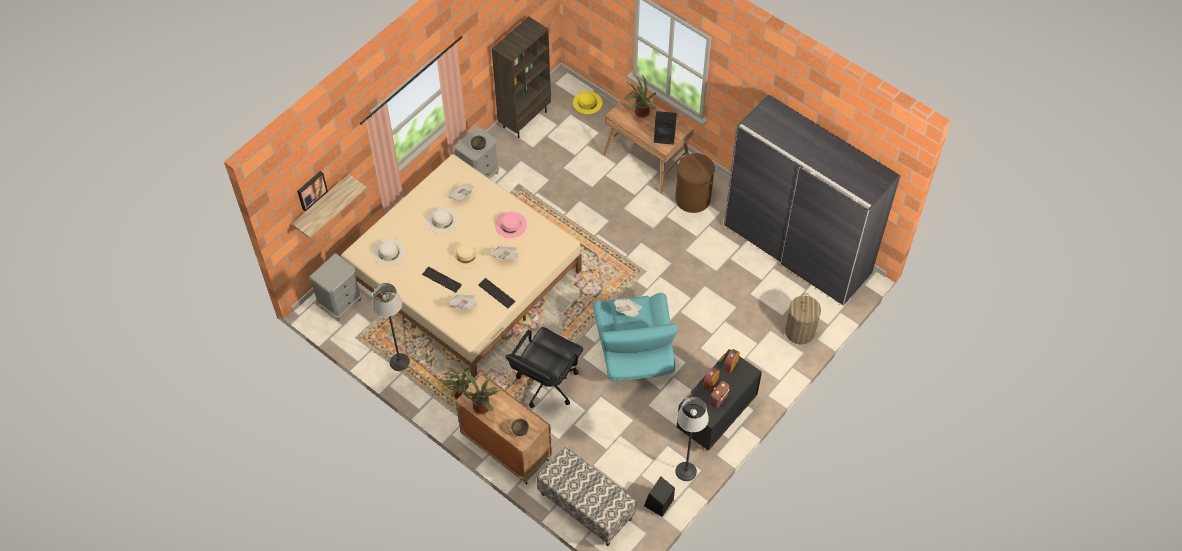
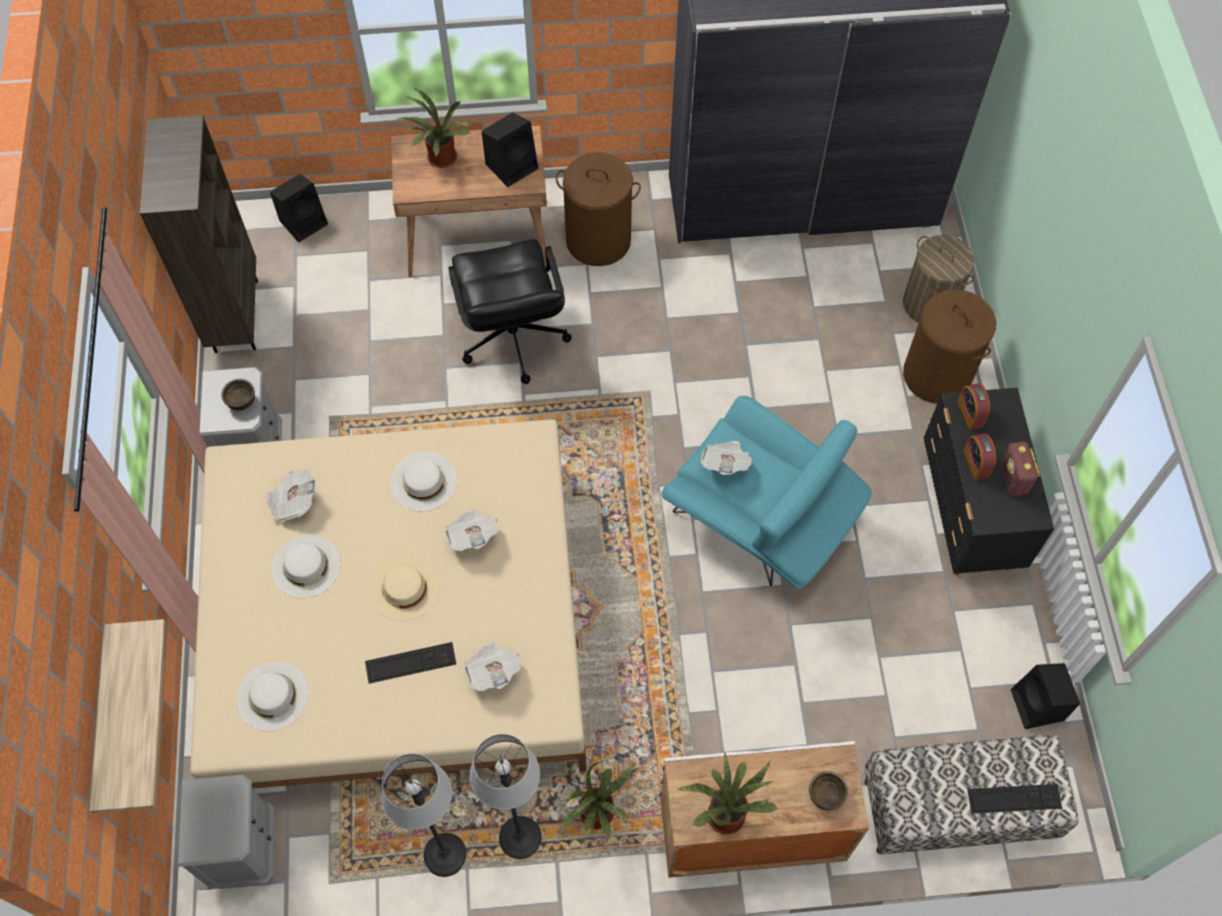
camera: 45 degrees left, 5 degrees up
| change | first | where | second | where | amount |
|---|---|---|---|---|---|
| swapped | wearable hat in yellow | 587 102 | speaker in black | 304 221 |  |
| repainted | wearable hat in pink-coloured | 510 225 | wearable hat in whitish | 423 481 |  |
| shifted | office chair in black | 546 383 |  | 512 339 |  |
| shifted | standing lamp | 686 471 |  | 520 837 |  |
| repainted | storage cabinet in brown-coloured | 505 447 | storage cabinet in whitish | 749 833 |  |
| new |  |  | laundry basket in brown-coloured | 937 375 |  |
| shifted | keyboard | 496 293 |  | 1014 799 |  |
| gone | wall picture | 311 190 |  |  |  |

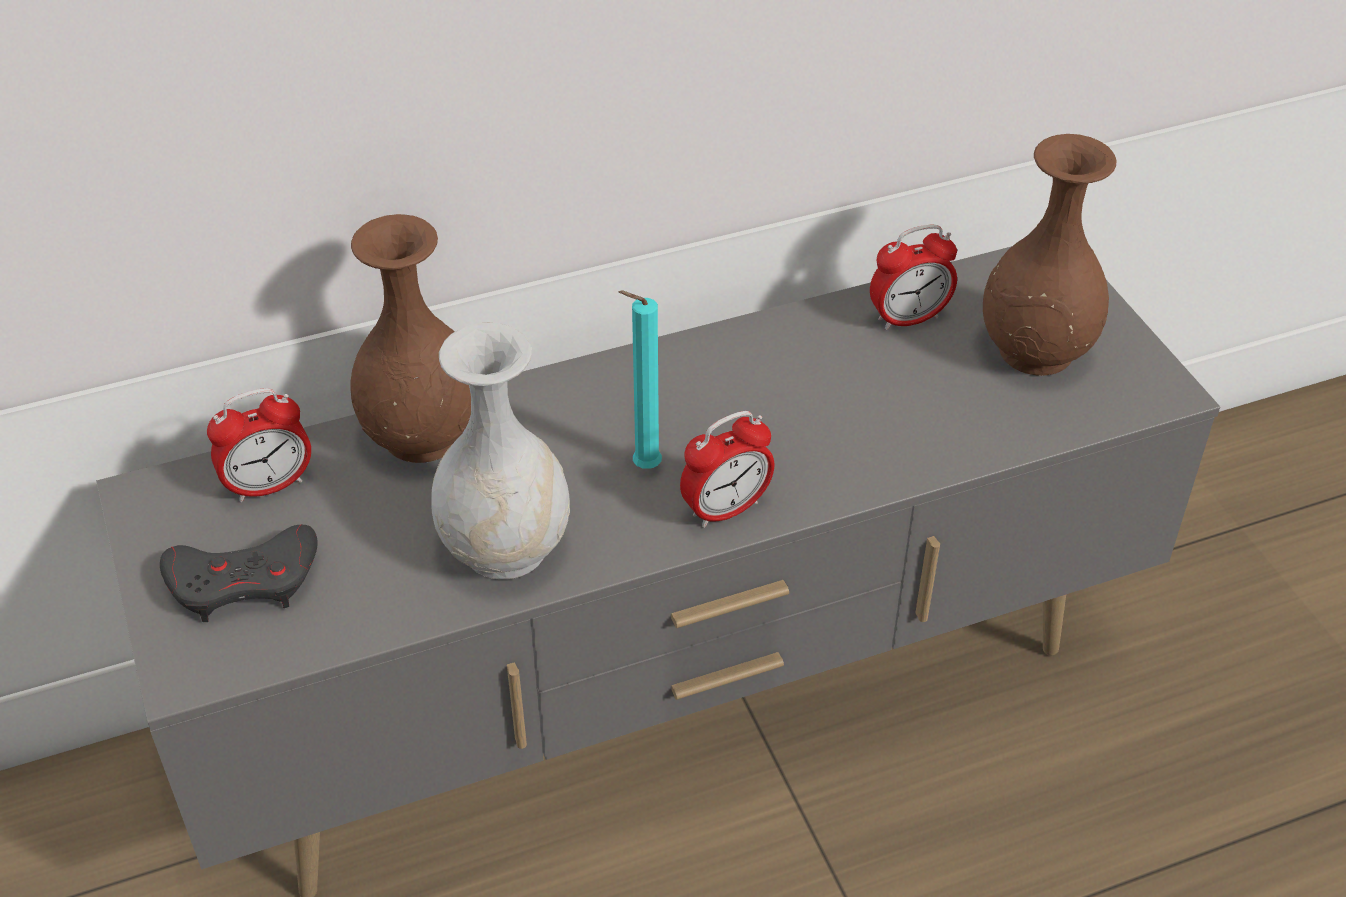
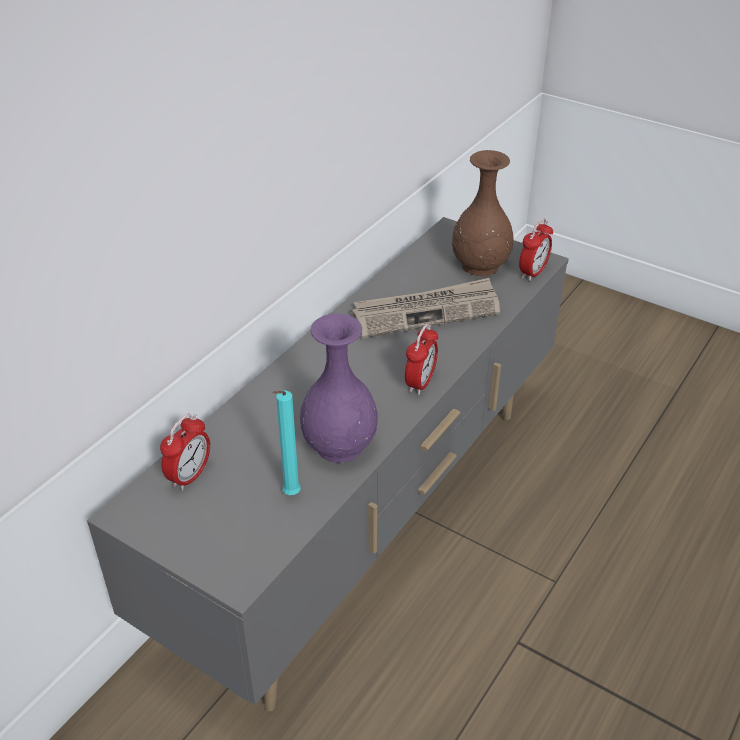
camera: 35 degrees left, 5 degrees down
| change | first | where | second | where | amount |
|---|---|---|---|---|---|
| shifted | wax light in turquoise | 642 468 |  | 289 495 |  |
| repainted | vase in whitish | 507 548 | vase in purple-coloured | 340 446 |  |
| new |  |  | printed paper | 426 312 |  |
| shifted | bedside clock | 908 319 |  | 533 272 |  |
| gone | joypad in greyish | 244 581 |  |  |  |
| gone | vase in brown-coloured | 424 436 |  |  |  |

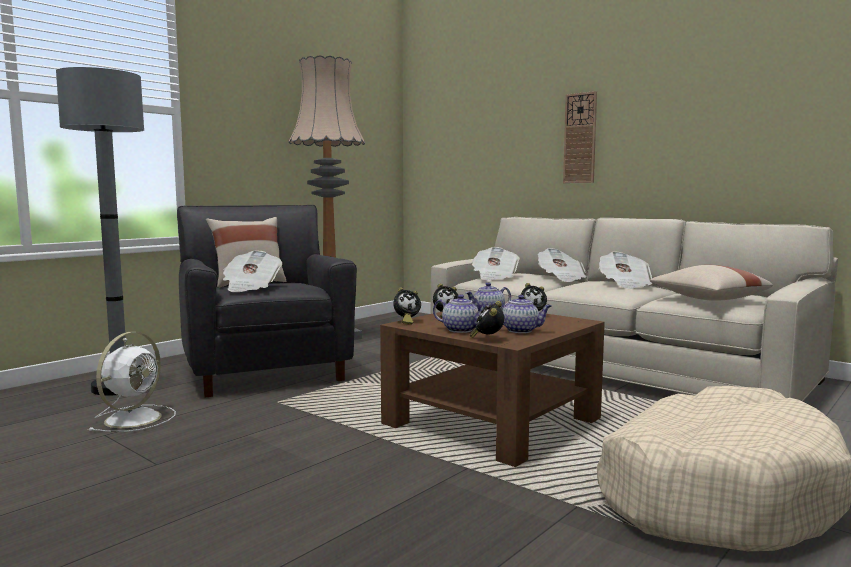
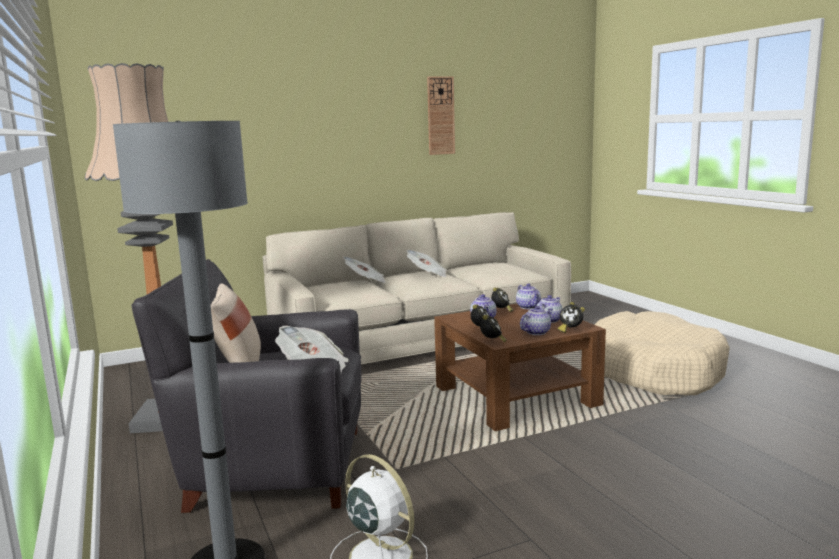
camera: 65 degrees left, 5 degrees up
| change | first | where | second | where | amount |
|---|---|---|---|---|---|
| shifted | hanging clock | 580 138 |  | 440 115 |  |
| new |  |  | tea pot | 529 307 |  |
| gone | printed paper | 494 277 |  |  |  |
| gone | cushion in beige | 708 299 |  |  |  |

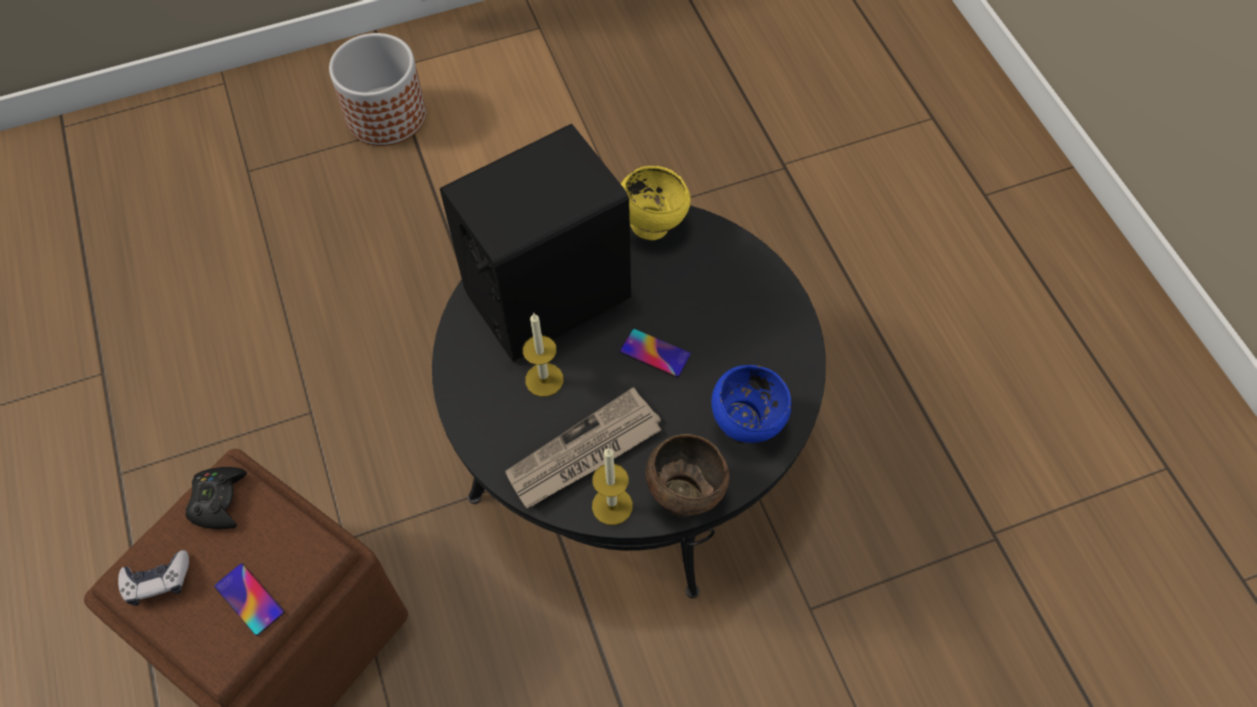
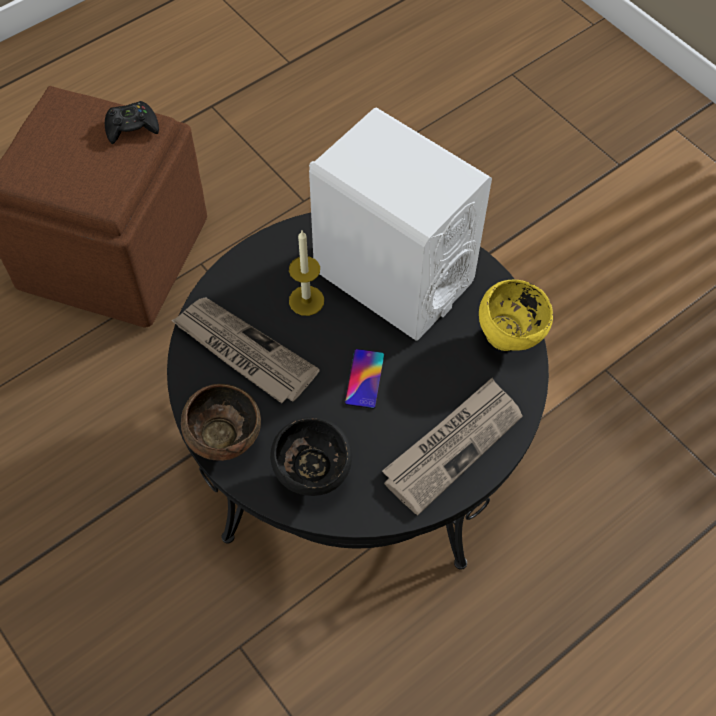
camera: 70 degrees right, 0 degrees up
| change | first | where | second | where | amount |
|---|---|---|---|---|---|
| repainted | bowl in bluish | 746 424 | bowl in black | 314 475 |  |
| repainted | speaker in black | 546 297 | speaker in whitish | 393 277 |  |
| new |  |  | printed paper | 452 446 |  |
| gone | joypad | 157 581 |  |  |  |
| gone | phone | 249 599 |  |  |  |
| gone | plant pot | 387 116 |  |  |  |
| gone | wax light | 612 506 |  |  |  |

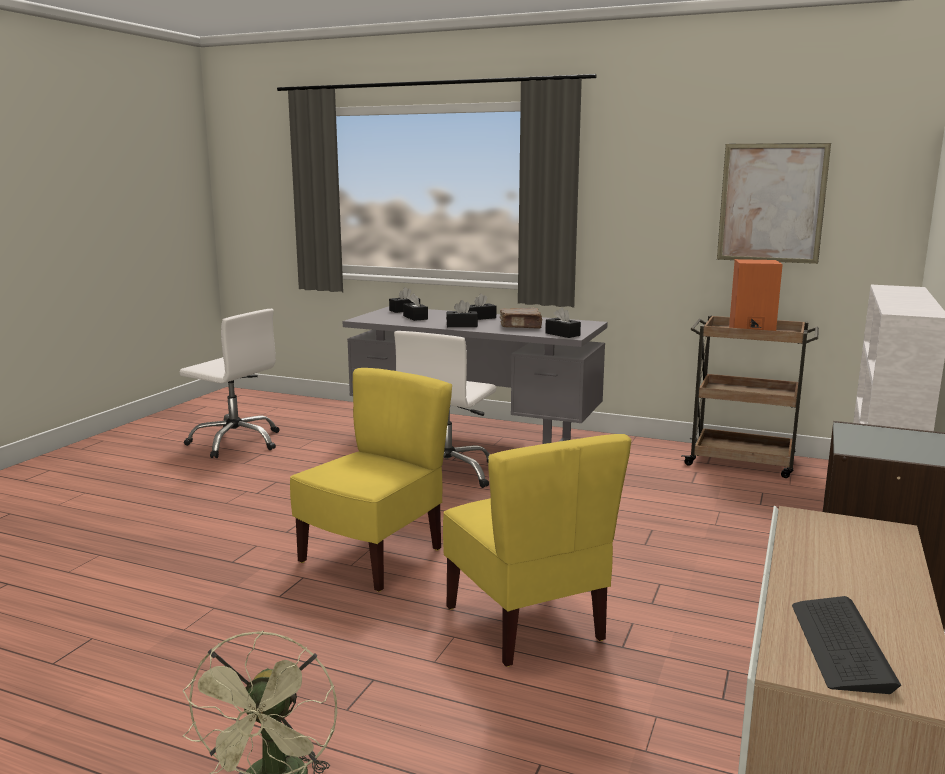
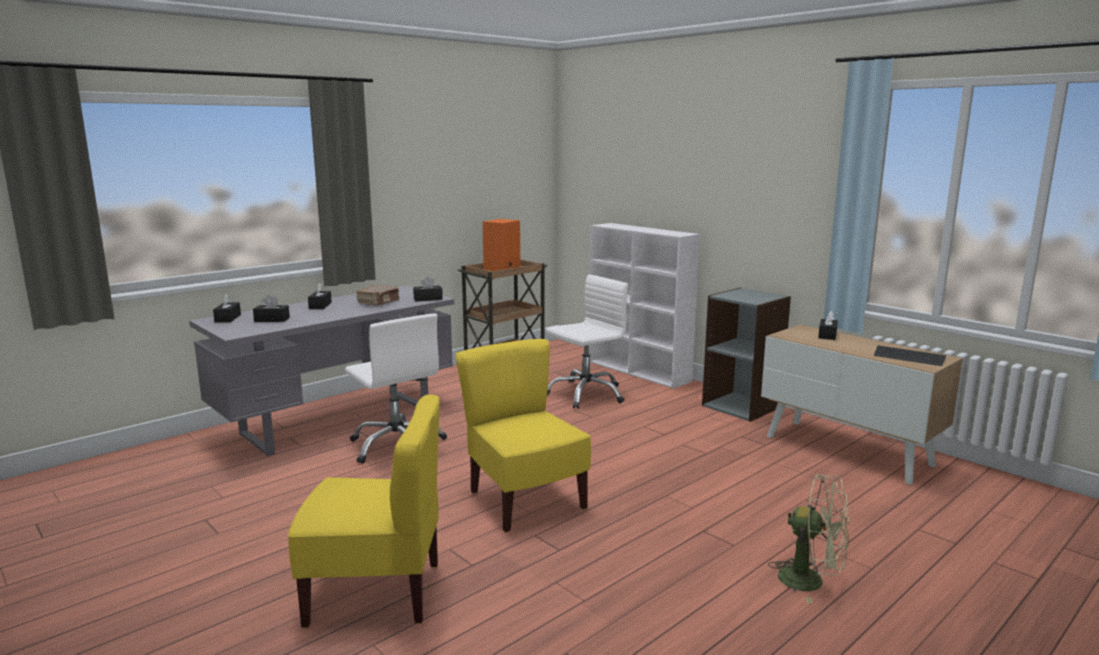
camera: 65 degrees left, 0 degrees up
| change | first | where | second | where | amount |
|---|---|---|---|---|---|
| shifted | upright chair in yellow | 527 623 |  | 376 592 |  |
| shifted | office chair in whitish | 236 442 |  | 585 394 |  |
| shifted | tissue box in black | 462 325 |  | 827 335 |  |
| gone | wall picture | 771 203 |  |  |  |

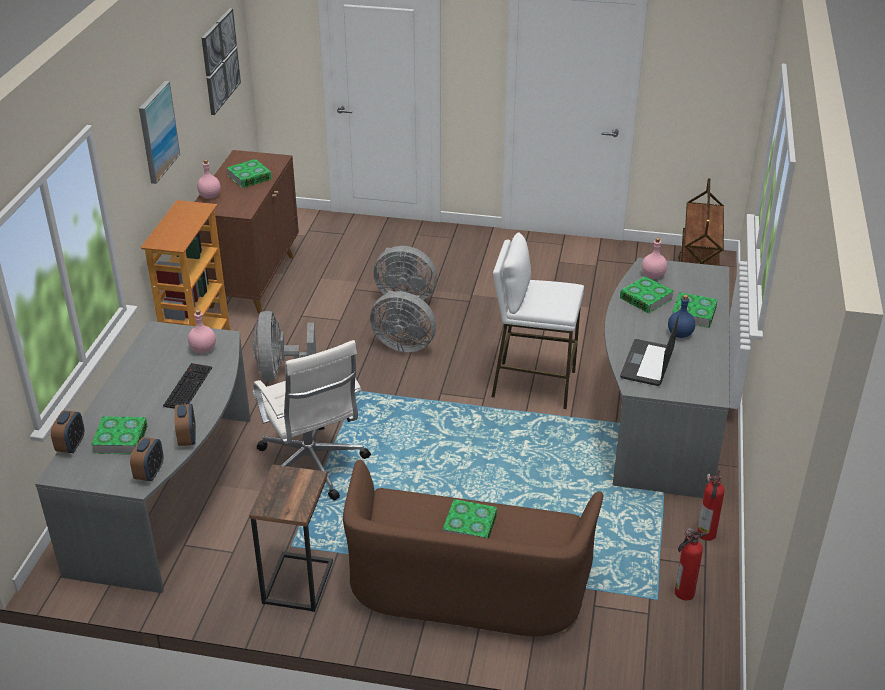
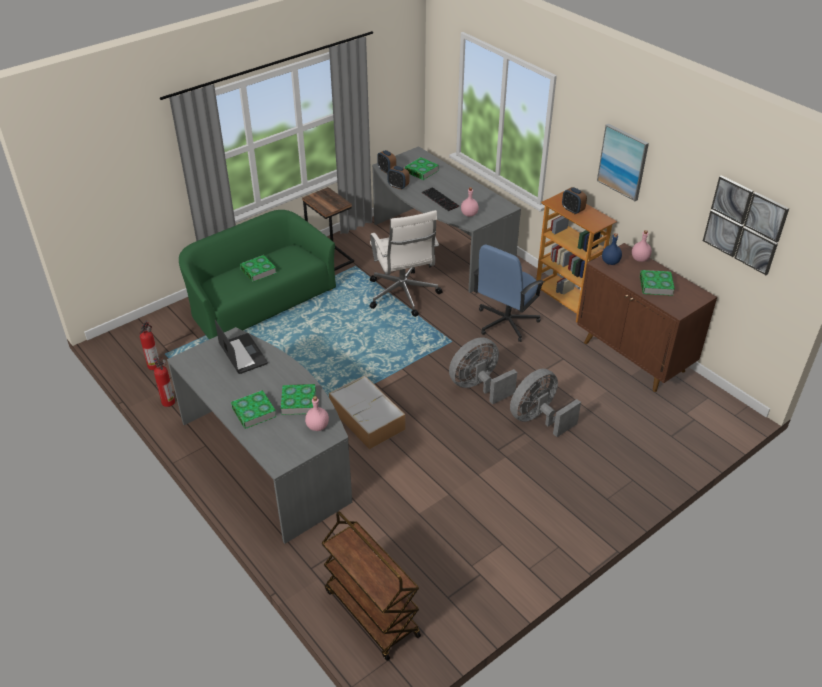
camera: 130 degrees right, 5 degrees up
| change | first | where | second | where | amount |
|---|---|---|---|---|---|
| repainted | sofa in brown-coloured | 466 587 | sofa in greenish | 259 301 |  |
| swapped | stool in whitish | 533 384 | storage bin | 368 419 |  |
| rotated | office chair in whitish | 311 467 |  | 403 295 | 120 degrees counterclockwise |
| swapped | fan in greyish | 280 371 | office chair in bluish | 506 322 |  |
| shifted | bedside clock | 71 445 |  | 572 210 |  |
| shifted | bottle in bluish | 680 334 |  | 610 262 |  |

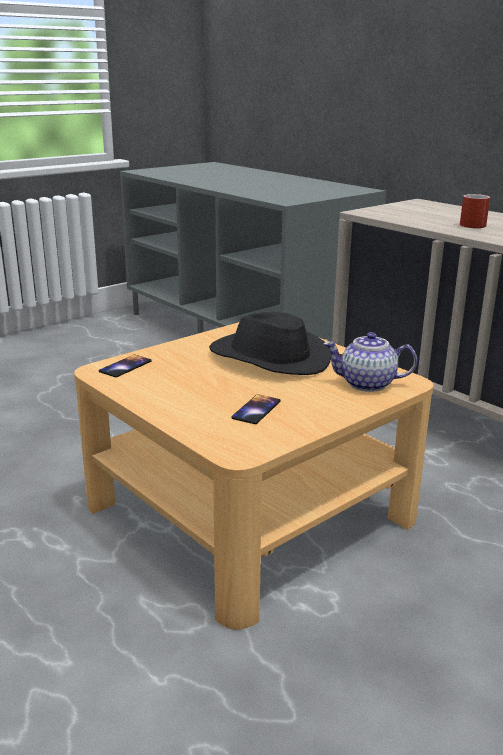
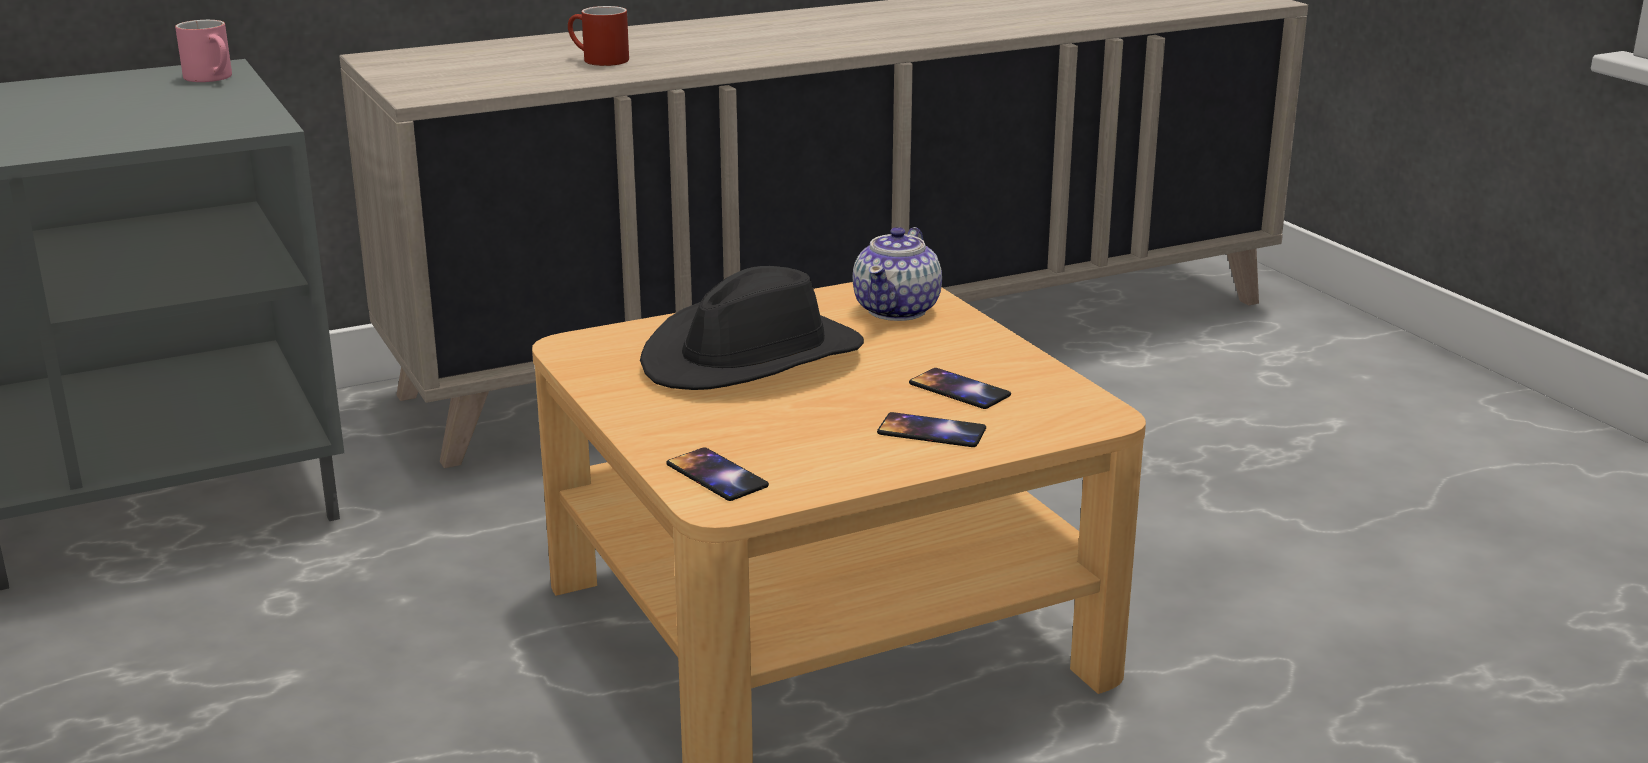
camera: 75 degrees left, 0 degrees up
| change | first | where | second | where | amount |
|---|---|---|---|---|---|
| new |  |  | tea mug in pink-coloured | 214 78 |  |
| new |  |  | phone | 931 431 |  |

